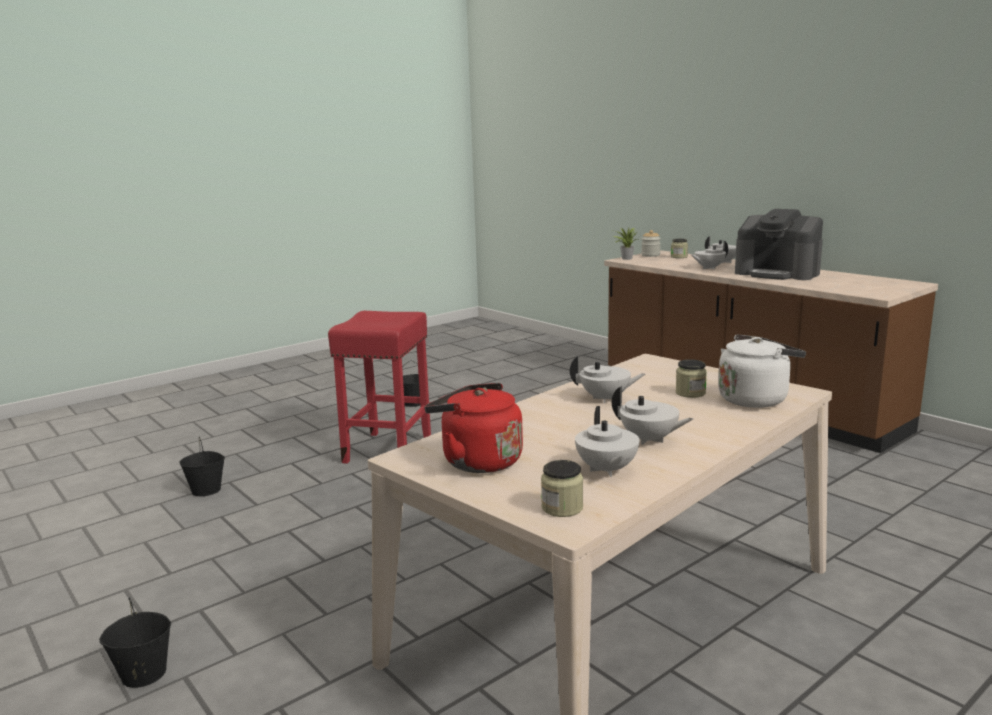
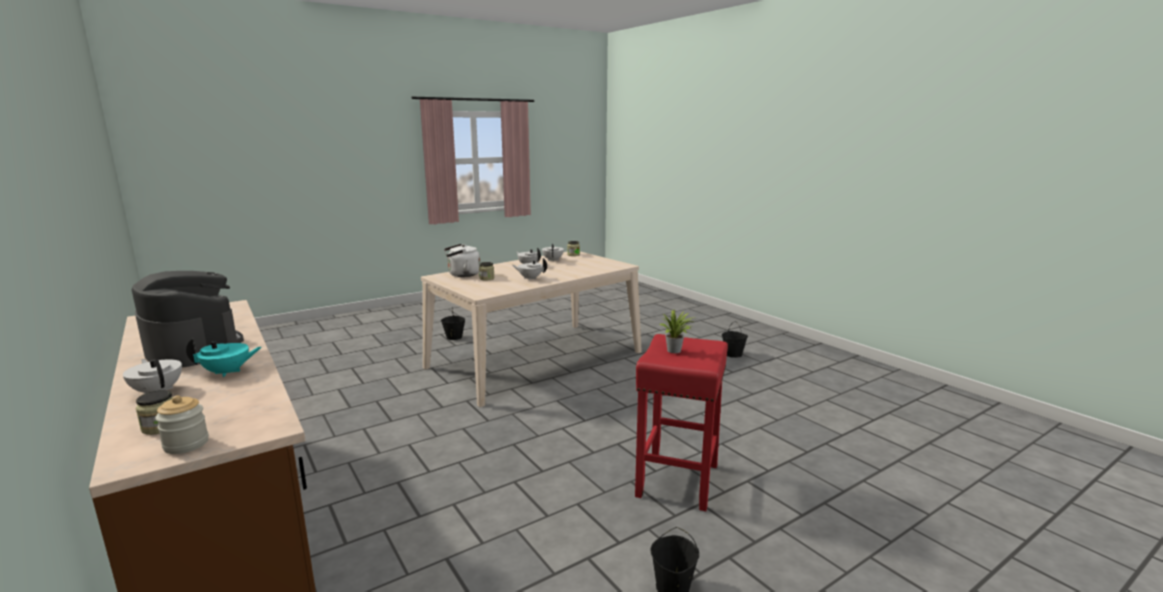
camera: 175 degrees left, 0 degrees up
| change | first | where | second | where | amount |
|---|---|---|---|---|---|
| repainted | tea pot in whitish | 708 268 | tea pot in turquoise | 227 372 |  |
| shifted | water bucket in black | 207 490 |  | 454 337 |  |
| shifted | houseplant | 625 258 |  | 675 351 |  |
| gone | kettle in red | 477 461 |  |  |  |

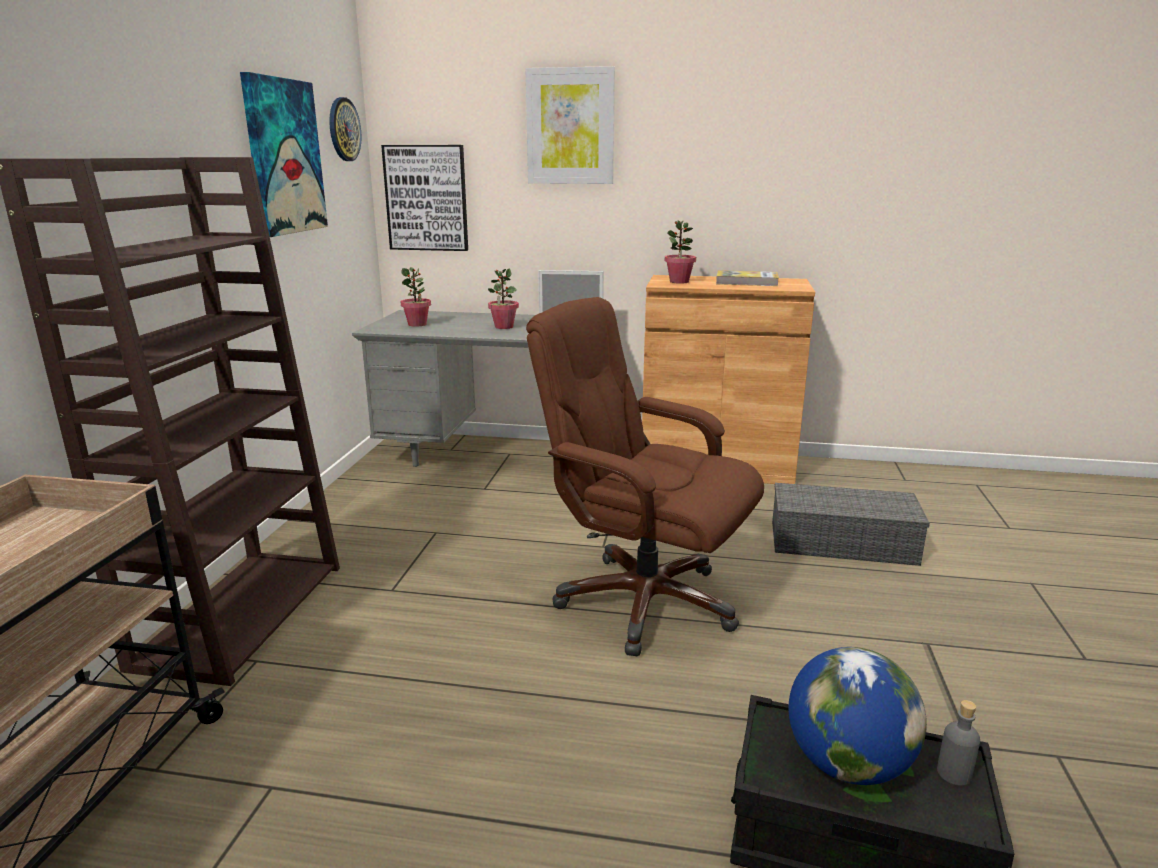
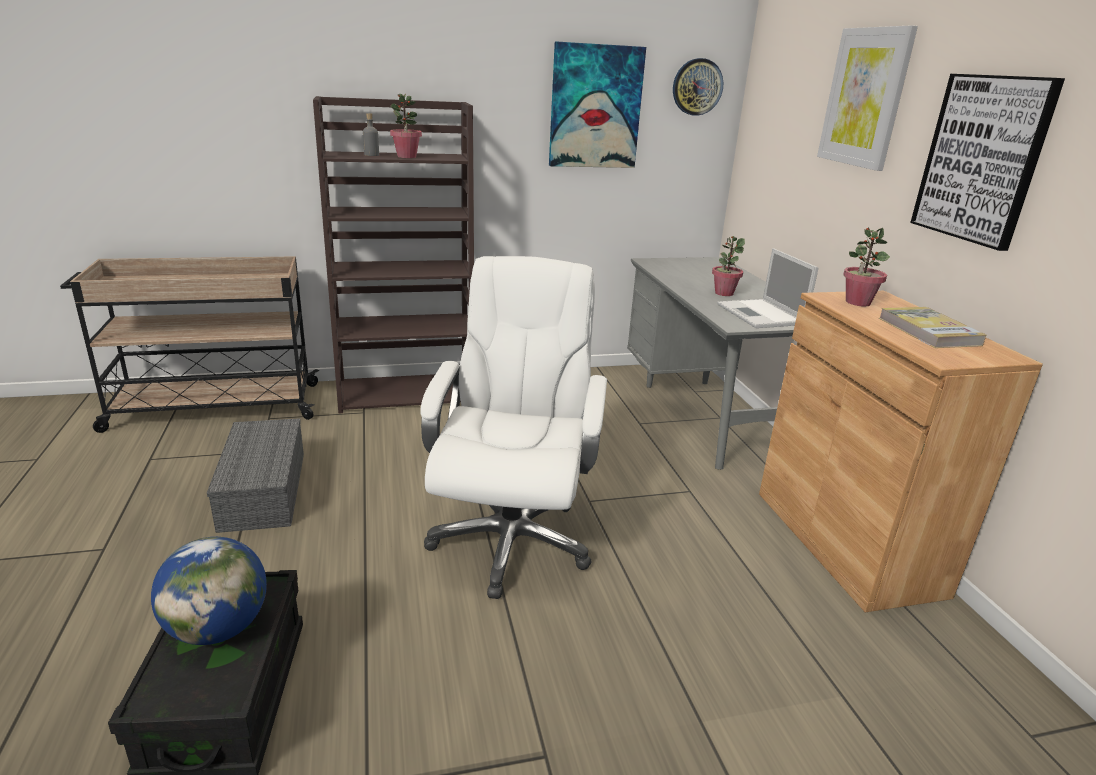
camera: 65 degrees right, 5 degrees up
| change | first | where | second | where | amount |
|---|---|---|---|---|---|
| shifted | storage bin in greyish | 844 542 |  | 265 491 |  |
| shifted | bottle in greyish | 954 773 |  | 371 155 |  |
| shifted | houseplant | 417 324 |  | 406 156 |  |
| repainted | office chair in brown-coloured | 644 602 | office chair in whitish | 510 539 |  |
| shifted | wall picture | 426 198 |  | 982 159 |  |

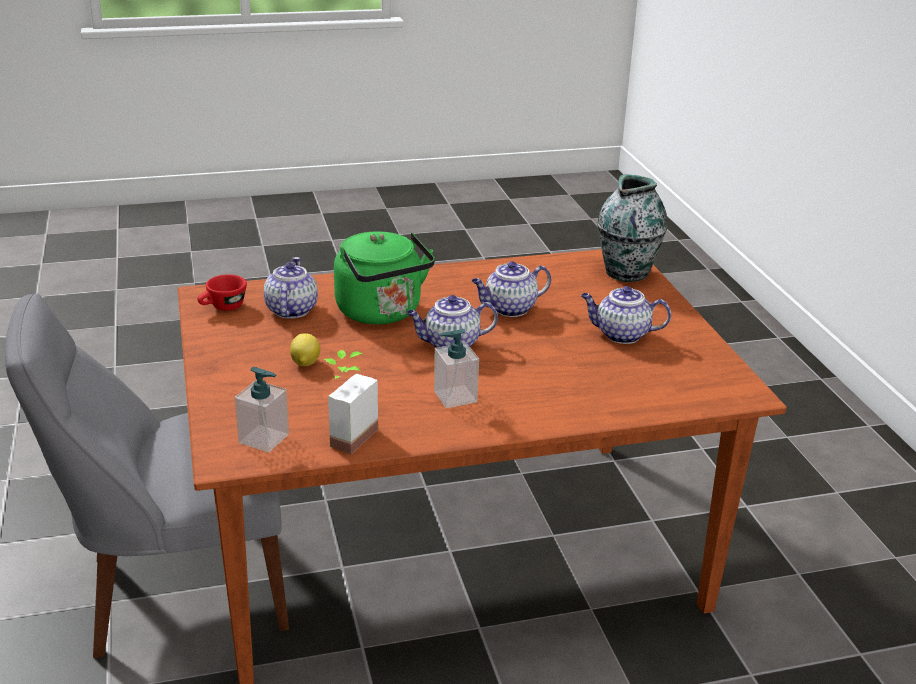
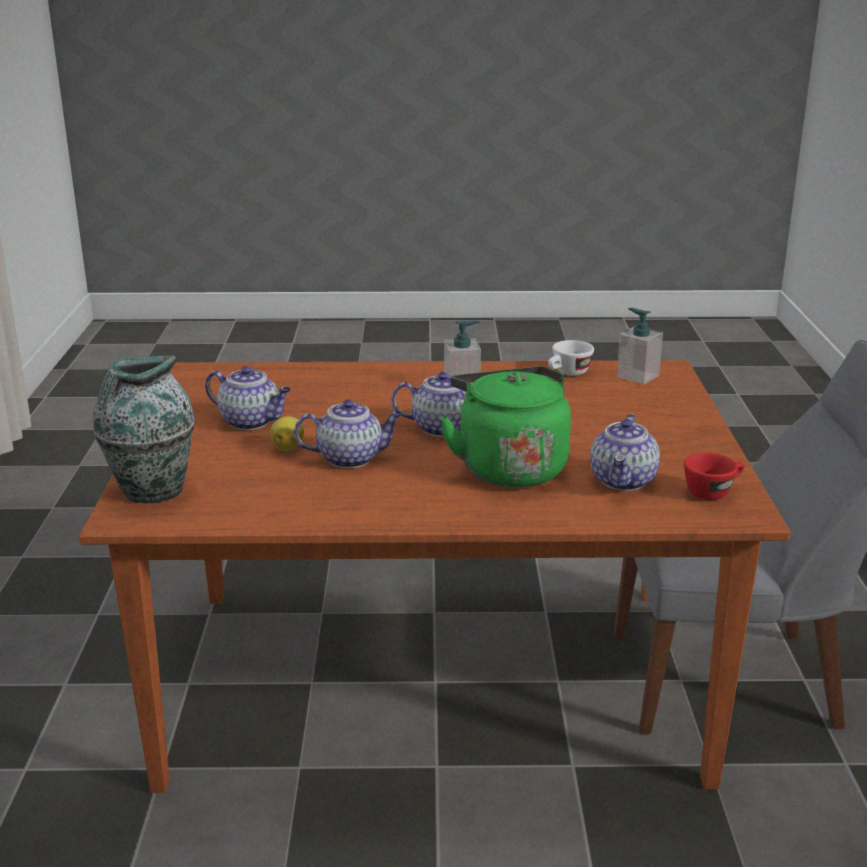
camera: 165 degrees left, 5 degrees down
| change | first | where | second | where | amount |
|---|---|---|---|---|---|
| shifted | whole lemon | 305 363 |  | 288 448 |  |
| swapped | houseplant | 345 434 | drinking cup in whitish | 568 373 |  |

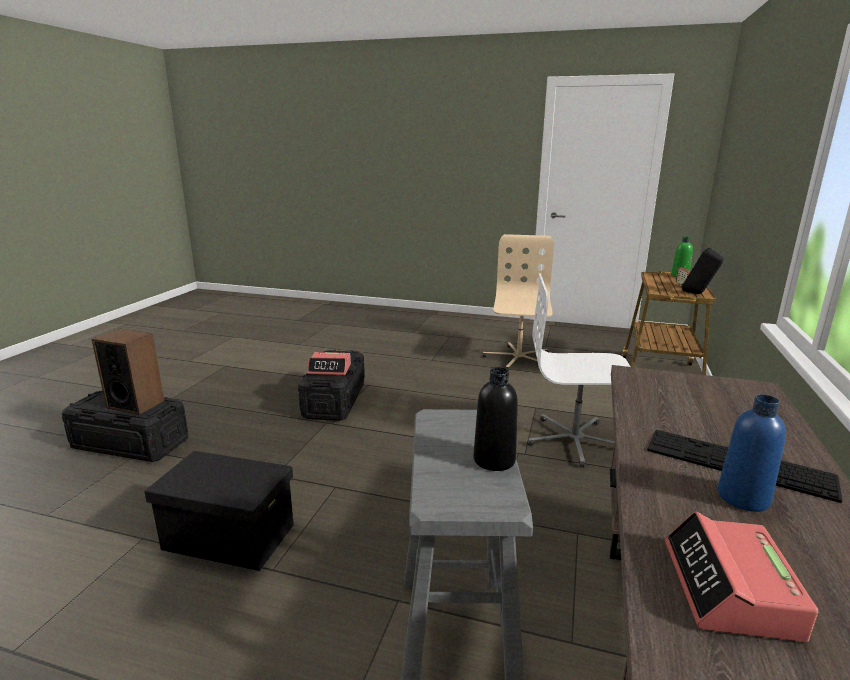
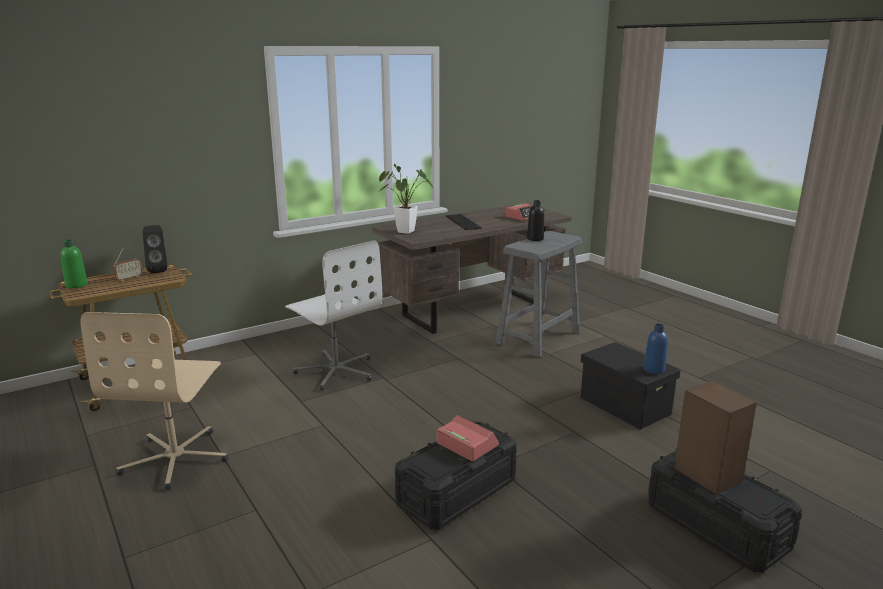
camera: 140 degrees left, 0 degrees up
| change | first | where | second | where | amount |
|---|---|---|---|---|---|
| rotated | office chair in beige | 518 359 |  | 176 458 | 45 degrees counterclockwise |
| new |  |  | houseplant | 402 231 |  |
| shifted | bottle in bluish | 743 498 |  | 654 370 |  |

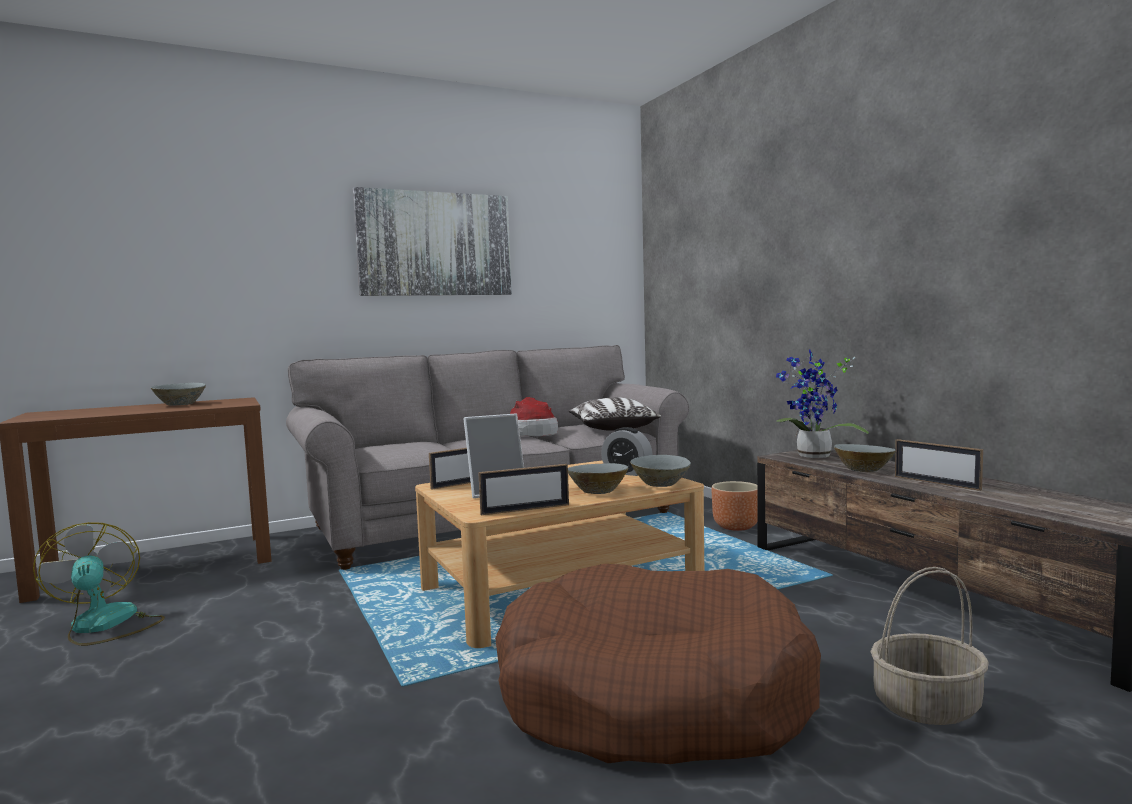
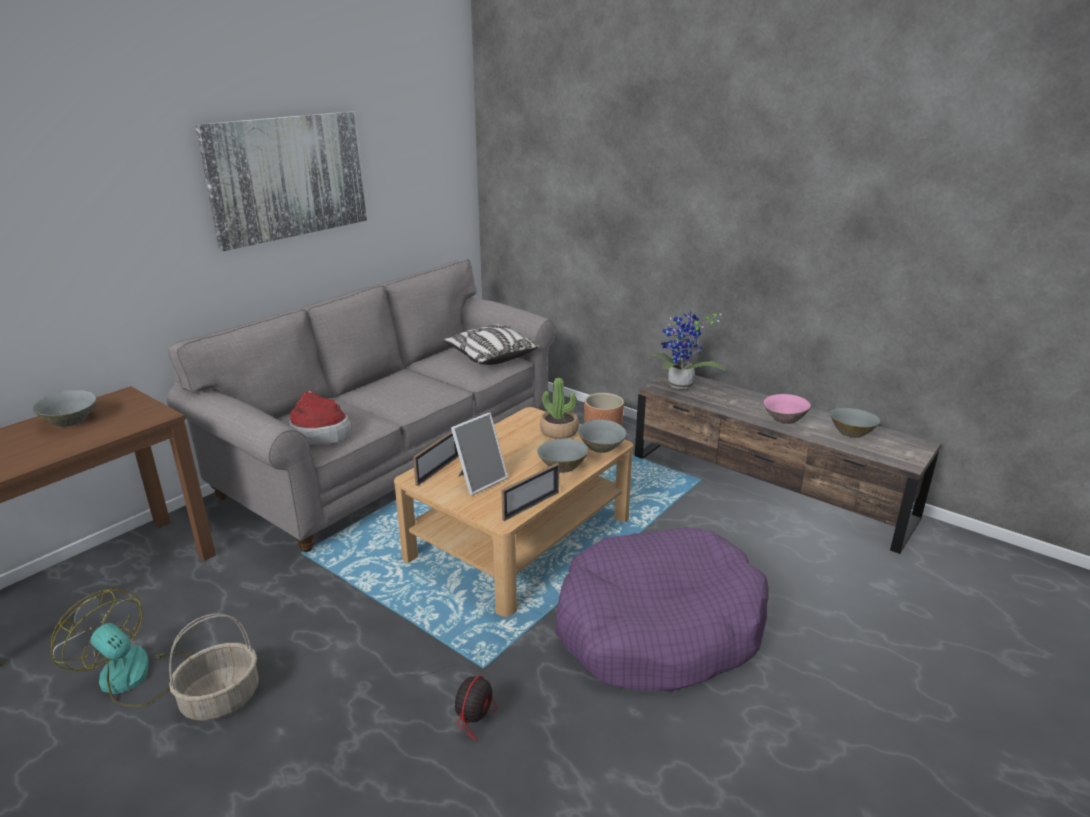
camera: 25 degrees left, 20 degrees up
| change | first | where | second | where | amount |
|---|---|---|---|---|---|
| shifted | household basket | 927 705 |  | 222 698 |  |
| shifted | wearable hat | 532 433 |  | 319 433 |  |
| new |  |  | fan | 467 705 |  |
| swapped | bedside clock | 627 472 | houseplant | 559 431 |  |
| repainted | dog cushion in brown-coloured | 652 696 | dog cushion in purple-coloured | 658 628 |  |
| swapped | standing frame | 936 483 | bowl in pink-coloured | 784 419 |  |
| shifted | bowl in greyish | 863 470 |  | 851 433 |  |

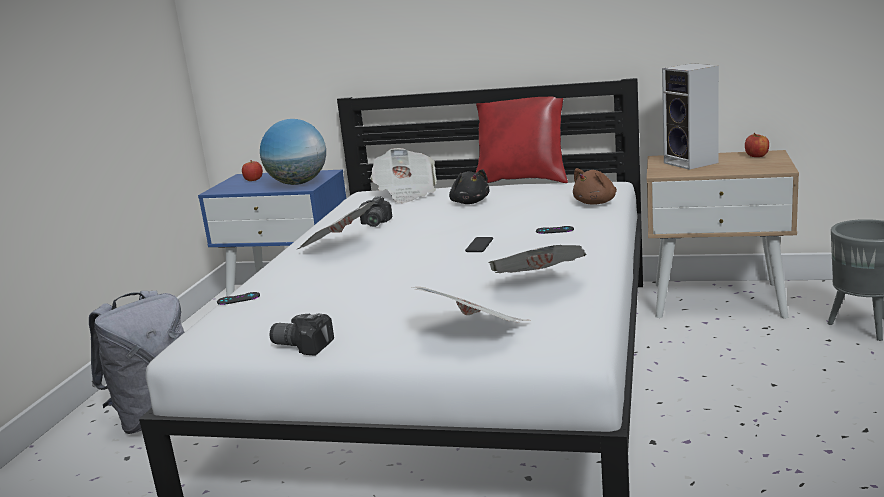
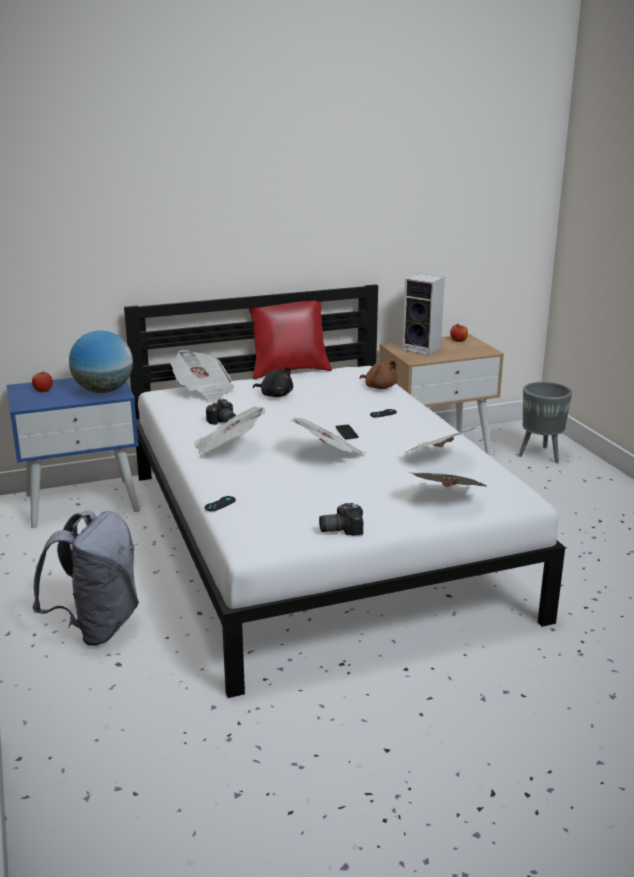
camera: 35 degrees left, 5 degrees up
| change | first | where | second | where | amount |
|---|---|---|---|---|---|
| new |  |  | printed paper | 328 454 |  |
| rotated | cuddly toy in brown-coloured | 596 203 |  | 379 387 | 60 degrees counterclockwise |

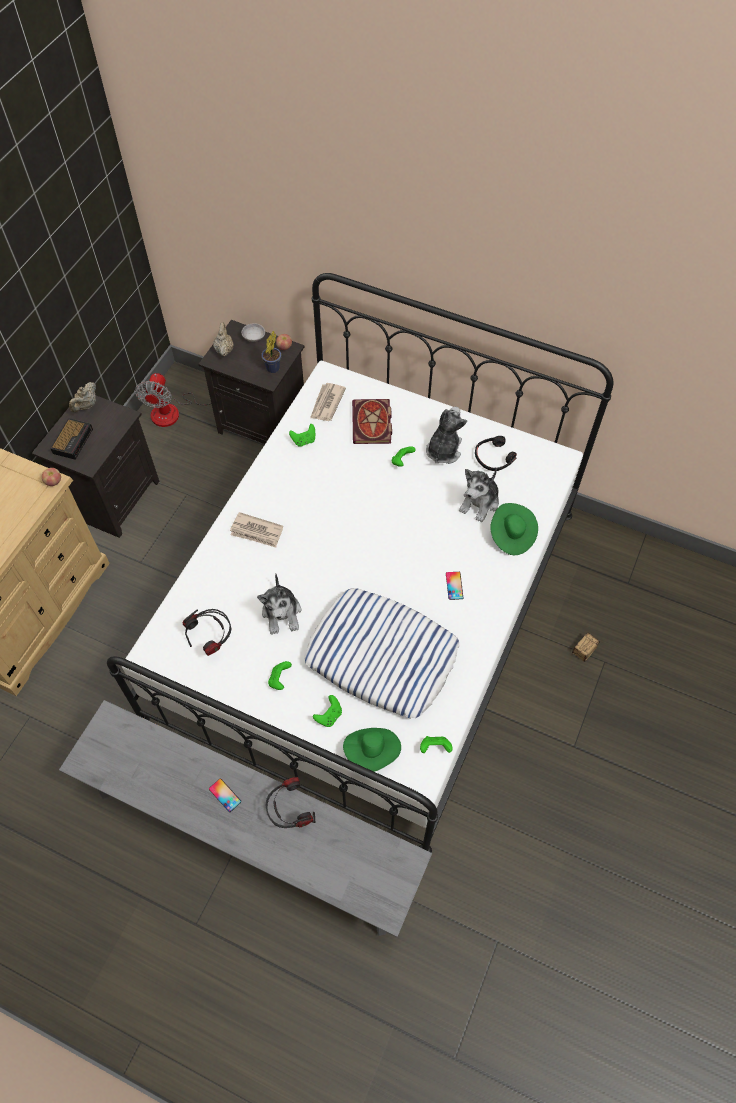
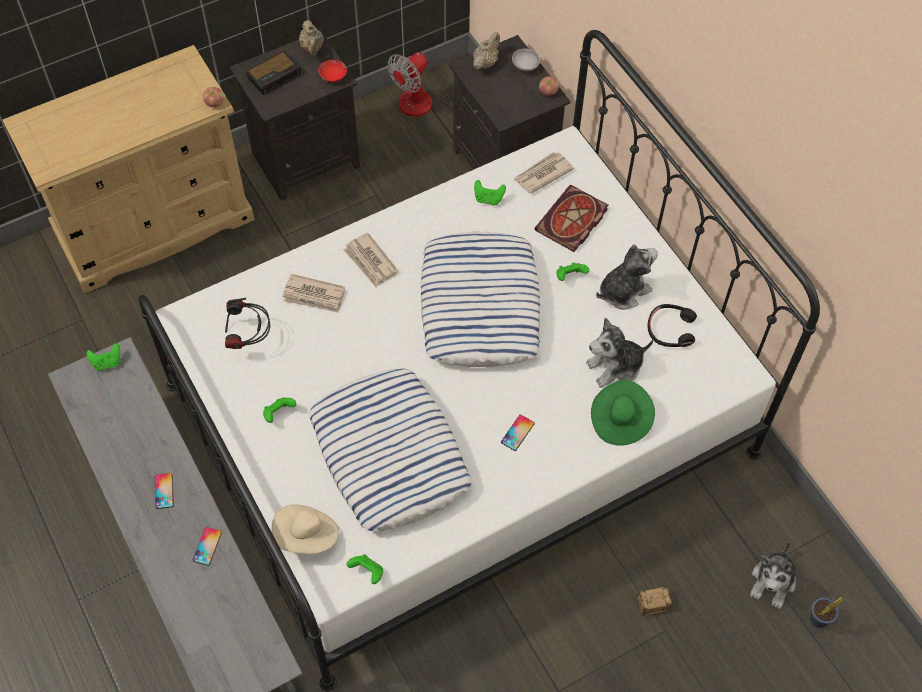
camera: 35 degrees right, 0 degrees up
| change | first | where | second | where | amount |
|---|---|---|---|---|---|
| shifted | joypad in greenish | 329 716 |  | 107 362 |  |
| swapped | headphones | 290 812 | phone | 207 546 |  |
| repainted | wearable hat in greenish | 372 752 | wearable hat in beige | 307 536 |  |
| new |  |  | printed paper | 314 296 |  |
| rotated | tea pot in beige | 86 406 |  | 312 48 | 75 degrees counterclockwise |
| new |  |  | bowl in red | 333 77 |  |
| new |  |  | cushion | 479 305 |  |
| shifted | cuddly toy | 282 613 |  | 773 582 |  |
| shifted | houseplant | 272 369 |  | 816 620 |  |

